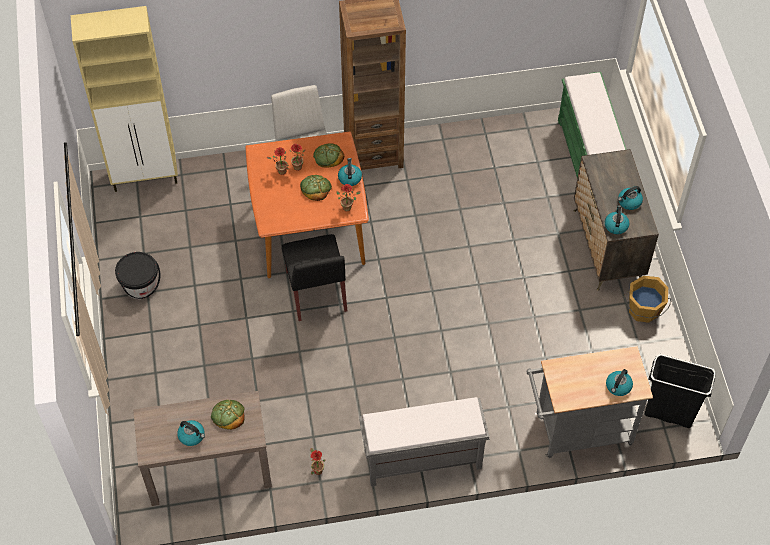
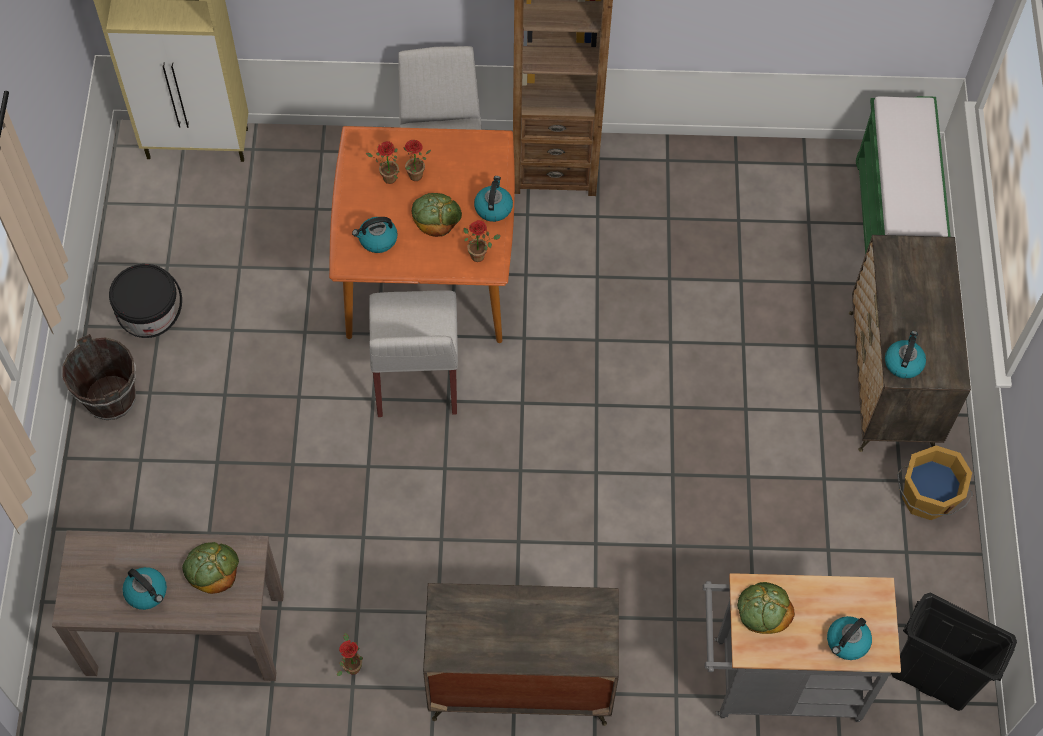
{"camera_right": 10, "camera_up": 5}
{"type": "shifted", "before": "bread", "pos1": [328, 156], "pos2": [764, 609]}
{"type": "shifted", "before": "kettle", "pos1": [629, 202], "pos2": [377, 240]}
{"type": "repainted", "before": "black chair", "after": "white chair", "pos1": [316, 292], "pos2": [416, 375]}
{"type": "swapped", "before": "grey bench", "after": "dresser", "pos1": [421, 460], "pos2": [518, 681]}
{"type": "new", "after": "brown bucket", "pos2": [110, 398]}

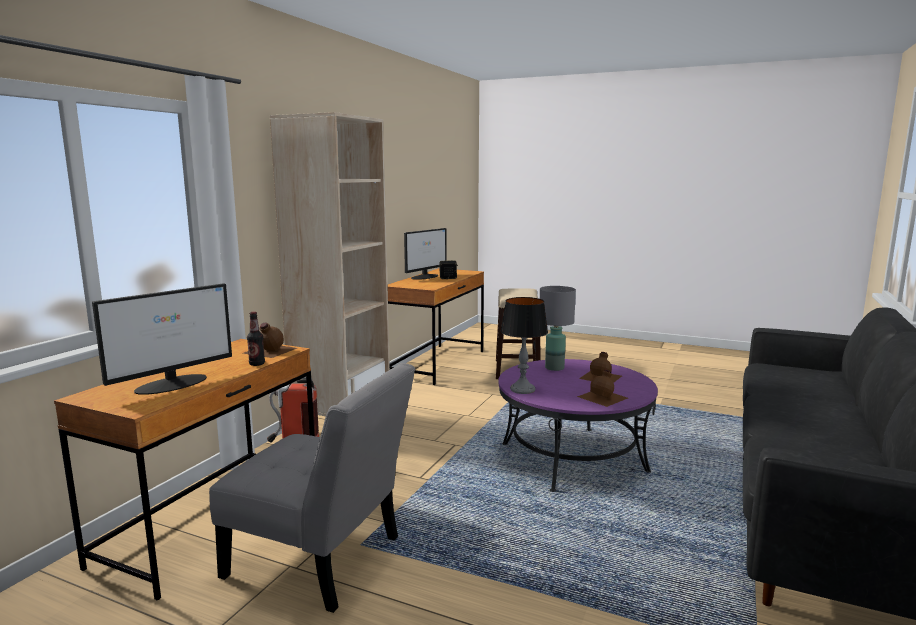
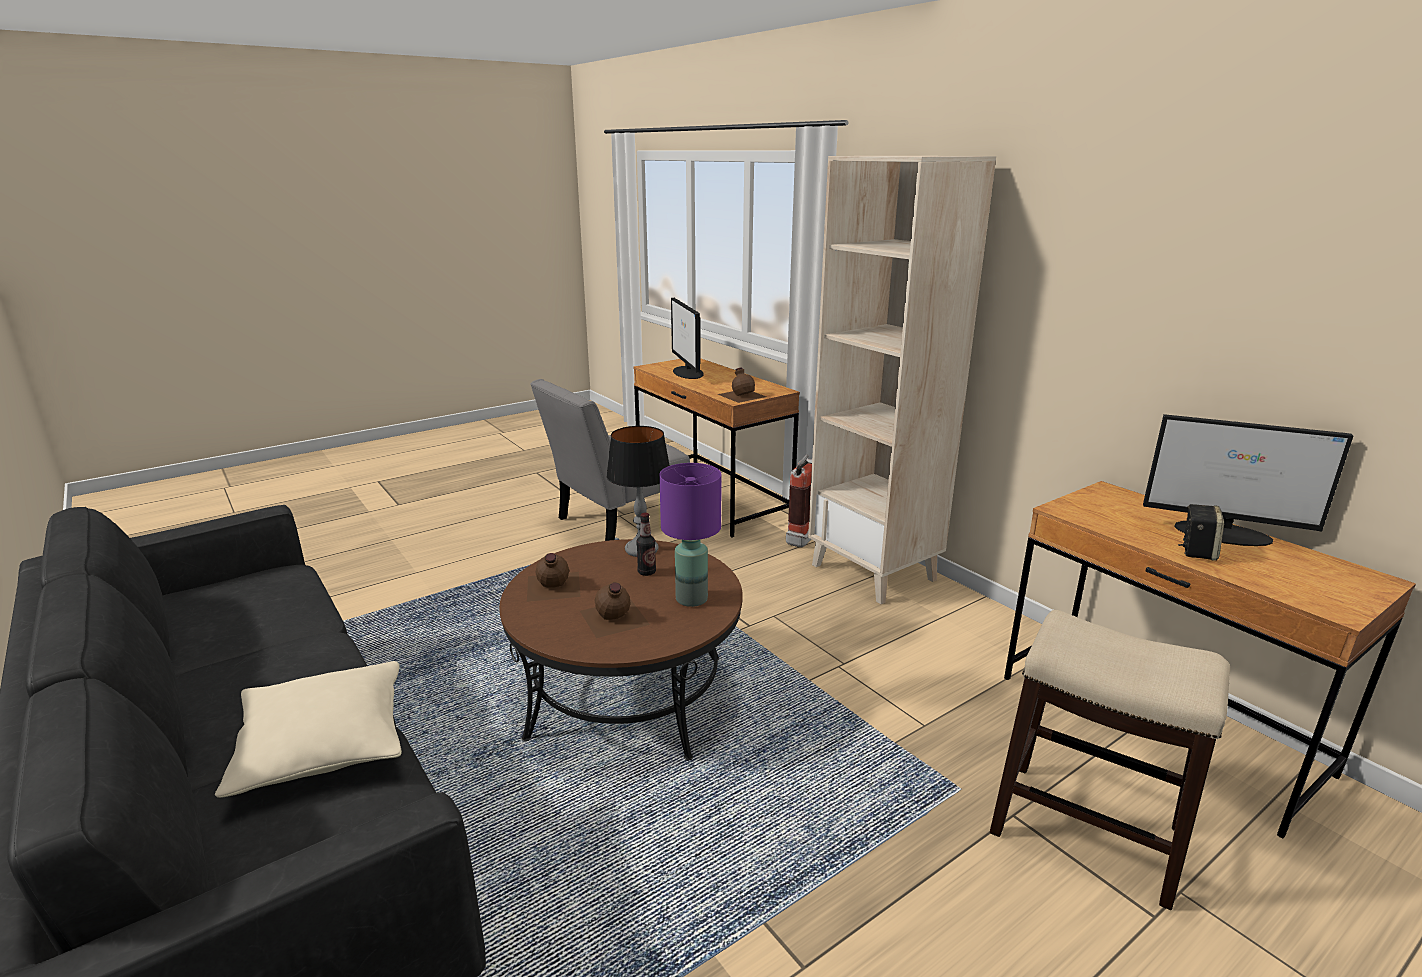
{"camera_right": 120, "camera_up": 10}
{"type": "rotated", "before": "monitor", "pos1": [425, 277], "pos2": [1224, 533], "turn": -45}
{"type": "repainted", "before": "grey table lamp", "after": "purple table lamp", "pos1": [554, 368], "pos2": [691, 598]}
{"type": "shifted", "before": "bottle", "pos1": [257, 364], "pos2": [646, 572]}
{"type": "repainted", "before": "purple coffee table", "after": "brown coffee table", "pos1": [573, 457], "pos2": [627, 696]}
{"type": "new", "after": "beige pillow", "pos2": [323, 745]}

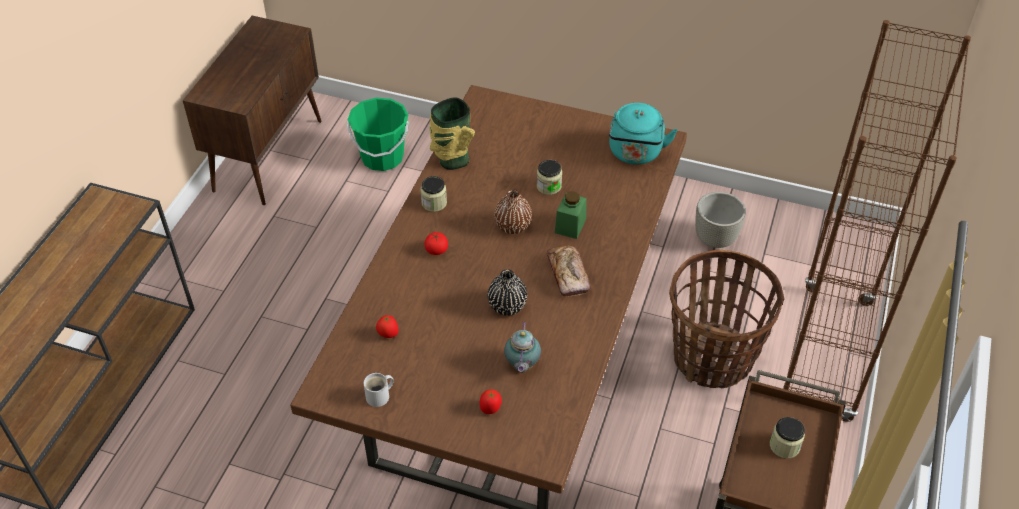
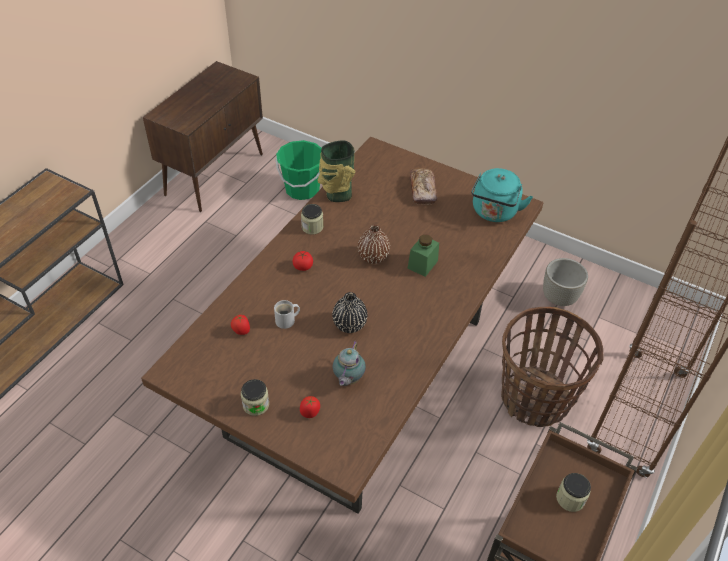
{"camera_right": 10, "camera_up": 0}
{"type": "shifted", "before": "jar", "pos1": [549, 186], "pos2": [256, 405]}
{"type": "shifted", "before": "bread", "pos1": [568, 275], "pos2": [422, 190]}
{"type": "shifted", "before": "white mug", "pos1": [380, 396], "pos2": [287, 321]}

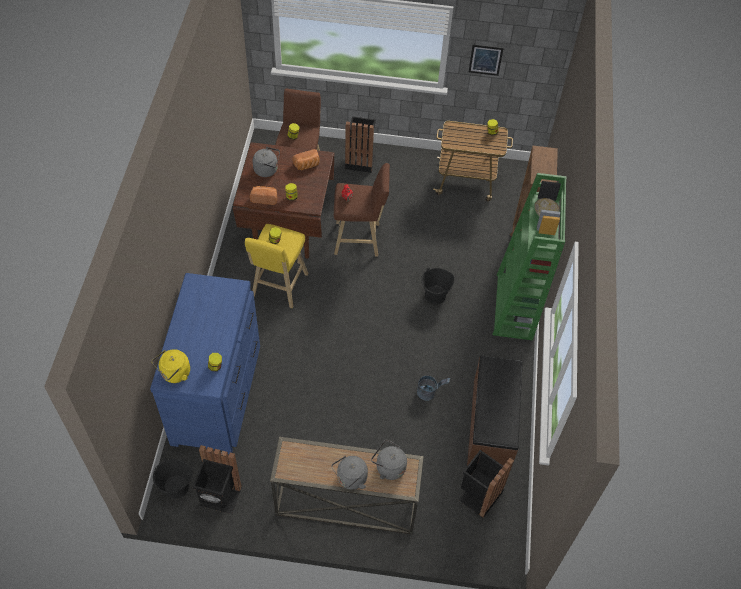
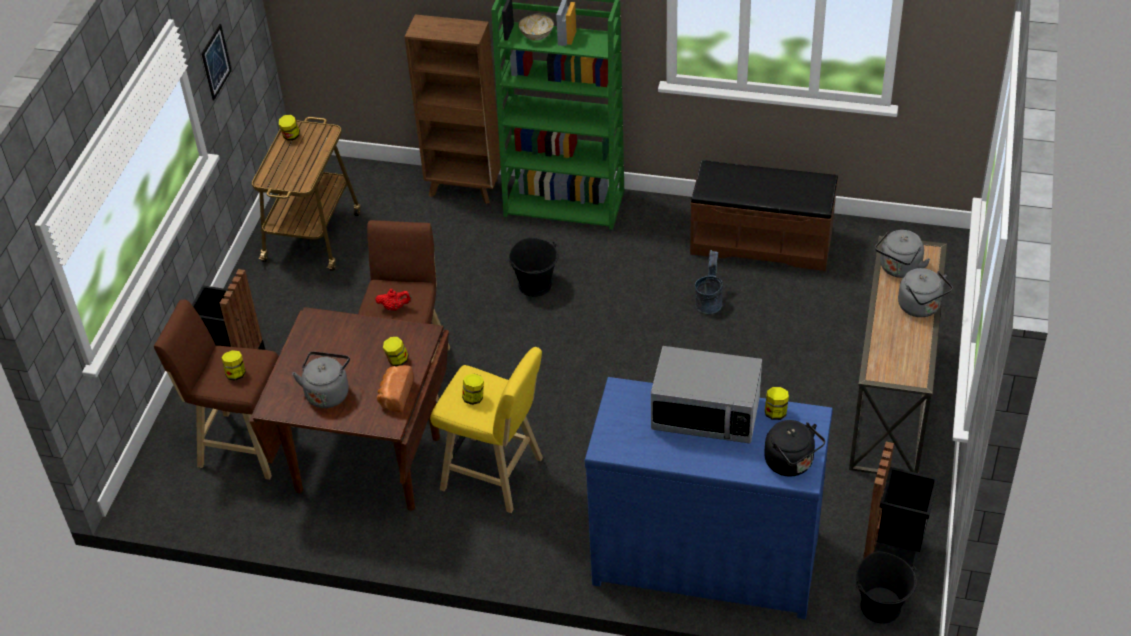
{"camera_right": -80, "camera_up": -10}
{"type": "gone", "before": "bread", "pos1": [307, 165]}
{"type": "repainted", "before": "yellow kettle", "after": "black kettle", "pos1": [174, 374], "pos2": [791, 463]}
{"type": "gone", "before": "black trash can", "pos1": [478, 495]}
{"type": "new", "after": "microwave", "pos2": [706, 414]}

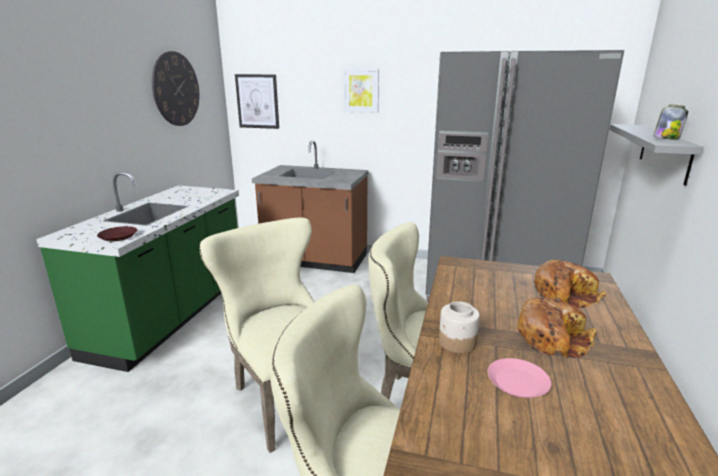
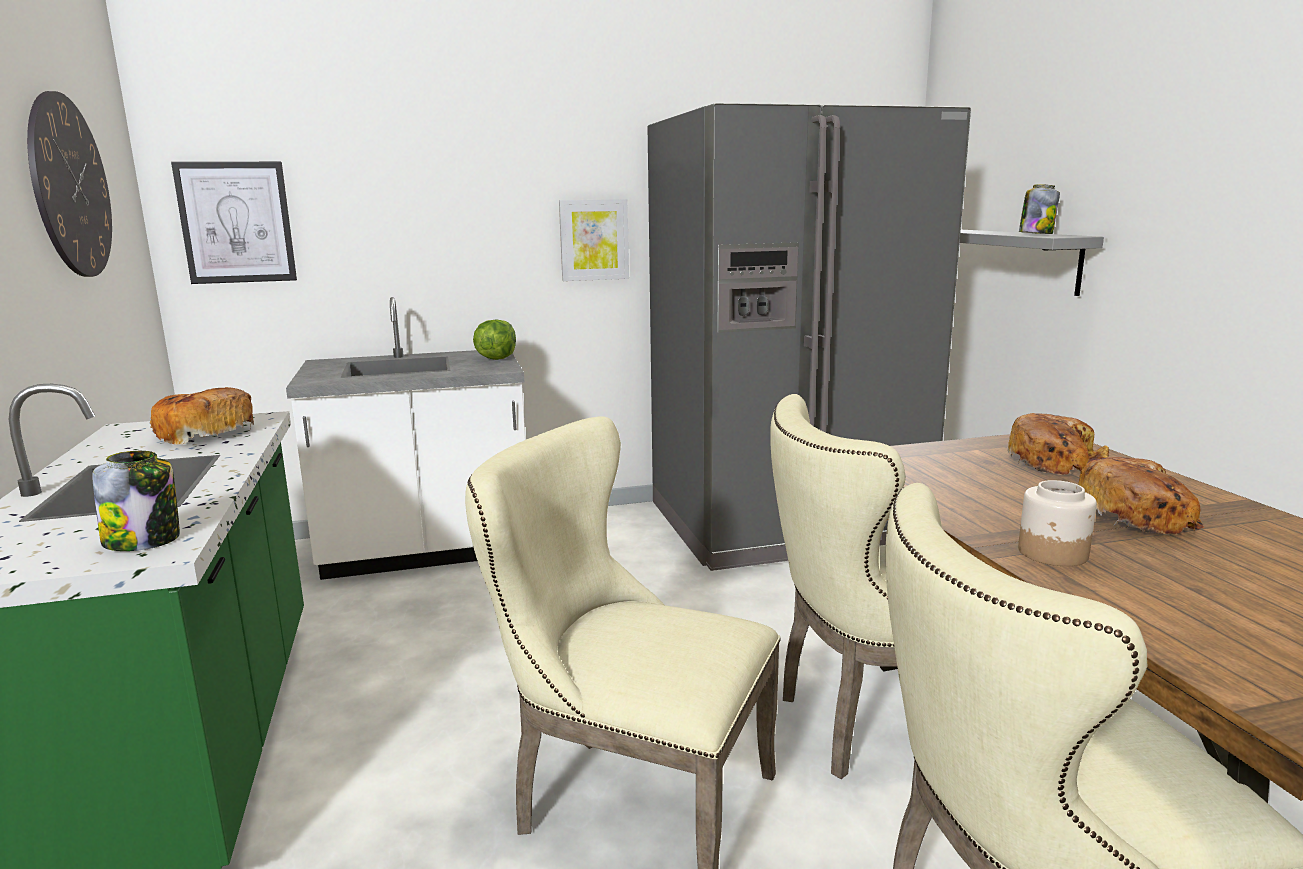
{"camera_right": -30, "camera_up": -5}
{"type": "shifted", "before": "picture", "pos1": [361, 90], "pos2": [594, 240]}
{"type": "repainted", "before": "brown counter", "after": "white counter", "pos1": [315, 260], "pos2": [427, 551]}
{"type": "swapped", "before": "brown plate", "after": "jar", "pos1": [118, 236], "pos2": [144, 540]}
{"type": "gone", "before": "pink plate", "pos1": [518, 382]}
{"type": "new", "after": "lettuce", "pos2": [496, 358]}
{"type": "new", "after": "bread", "pos2": [204, 433]}

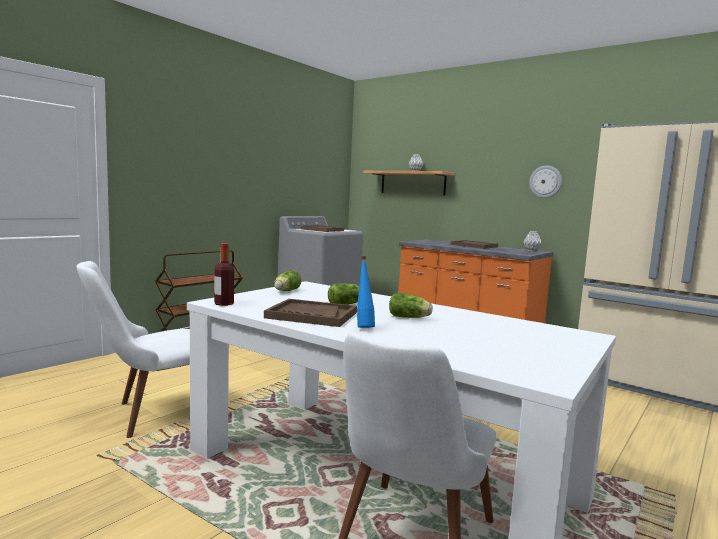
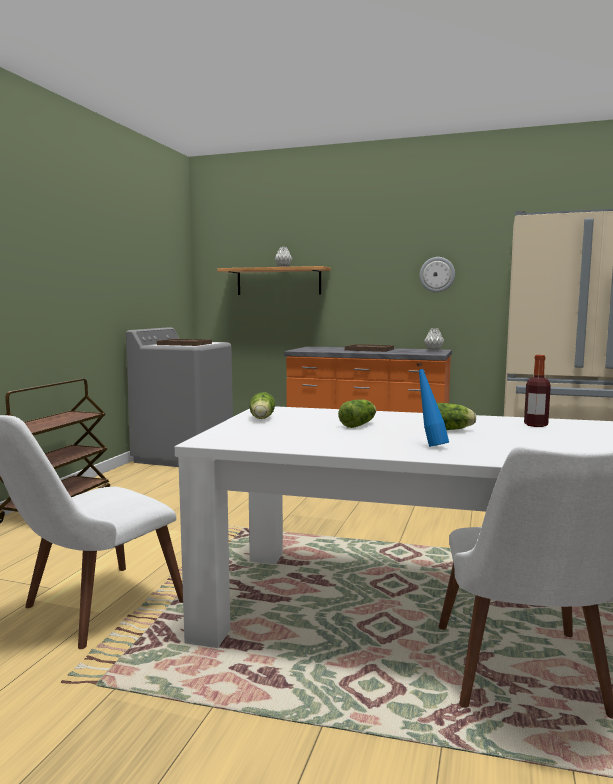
{"camera_right": -20, "camera_up": 0}
{"type": "shifted", "before": "bottle", "pos1": [224, 304], "pos2": [535, 425]}
{"type": "gone", "before": "brown tray", "pos1": [311, 315]}

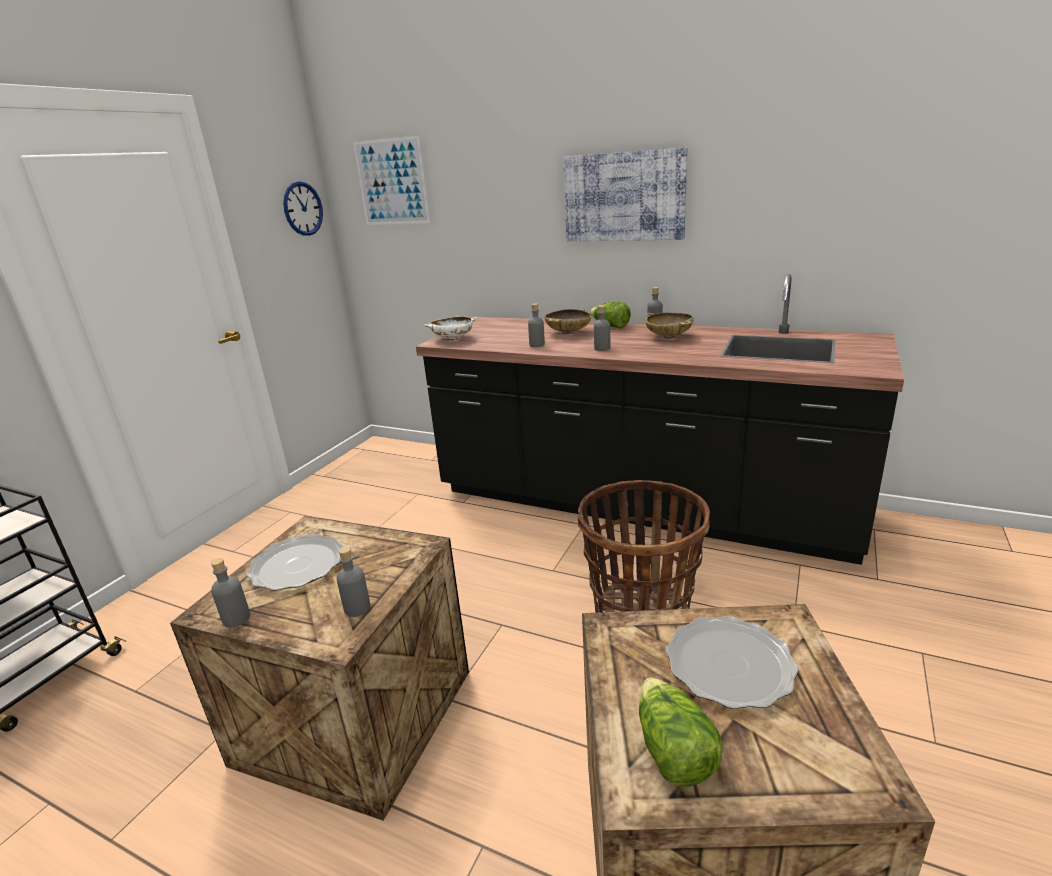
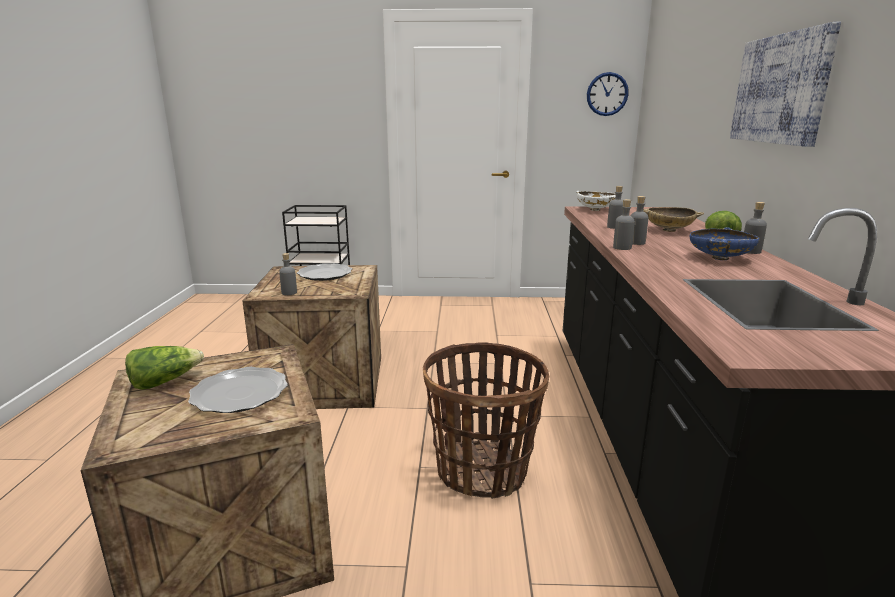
{"camera_right": 65, "camera_up": -5}
{"type": "gone", "before": "picture", "pos1": [392, 182]}
{"type": "repainted", "before": "beige bowl", "after": "blue bowl", "pos1": [668, 337], "pos2": [719, 258]}
{"type": "shifted", "before": "grey bottle", "pos1": [236, 618], "pos2": [622, 248]}

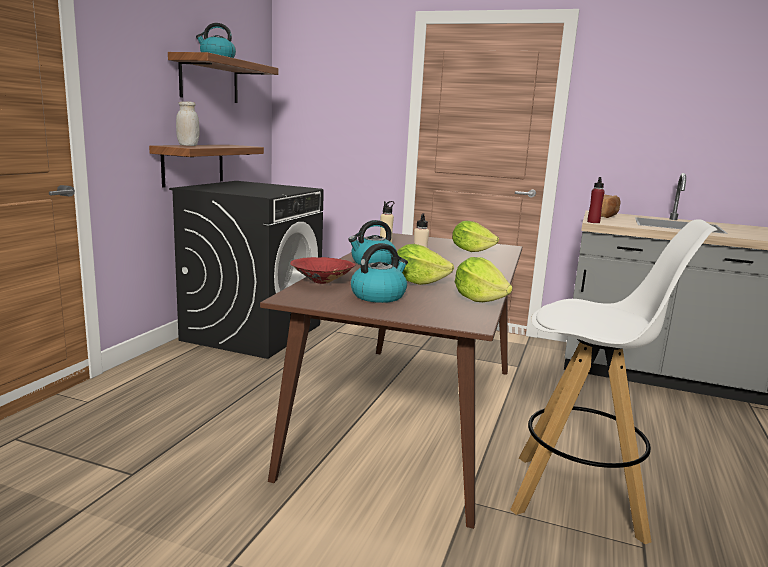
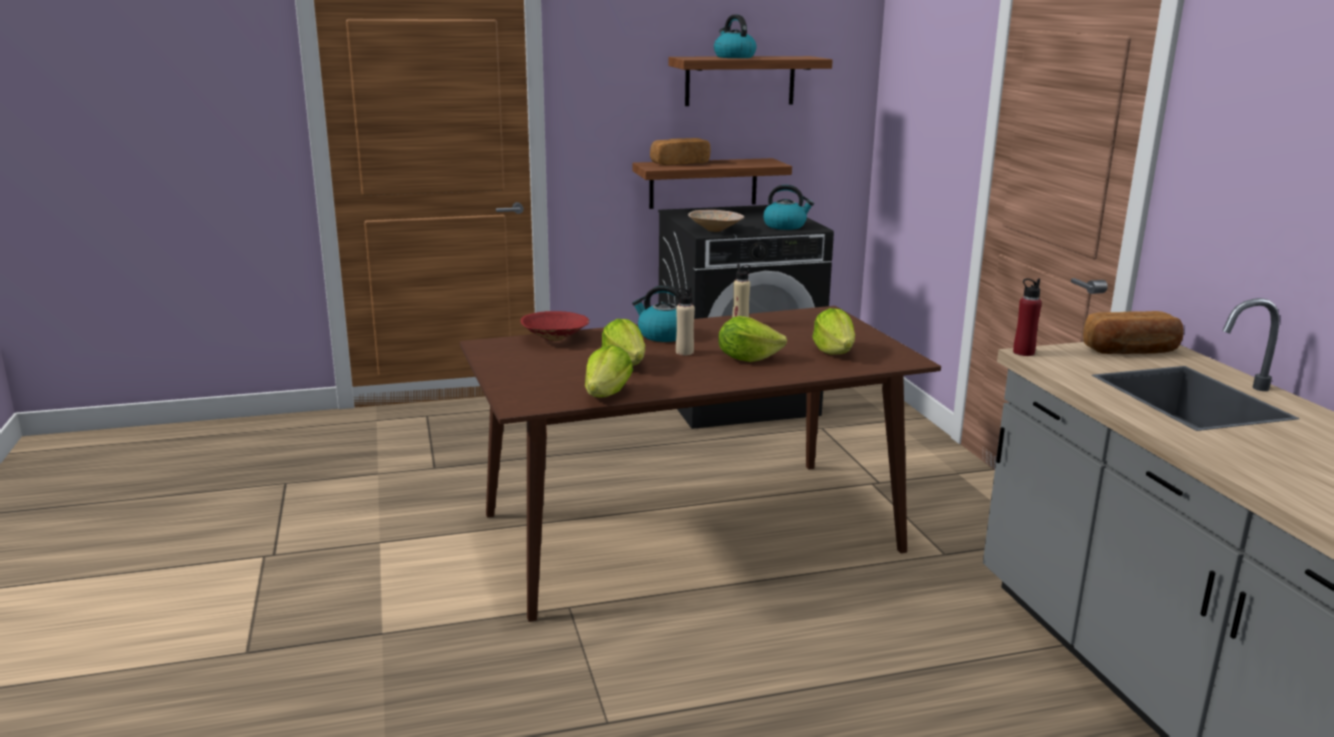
{"camera_right": 55, "camera_up": 5}
{"type": "swapped", "before": "white jar", "after": "bread", "pos1": [188, 145], "pos2": [679, 163]}
{"type": "gone", "before": "white stool", "pos1": [580, 496]}
{"type": "shifted", "before": "kettle", "pos1": [379, 296], "pos2": [785, 226]}
{"type": "new", "after": "beige bowl", "pos2": [716, 230]}
{"type": "new", "after": "lettuce", "pos2": [747, 359]}

